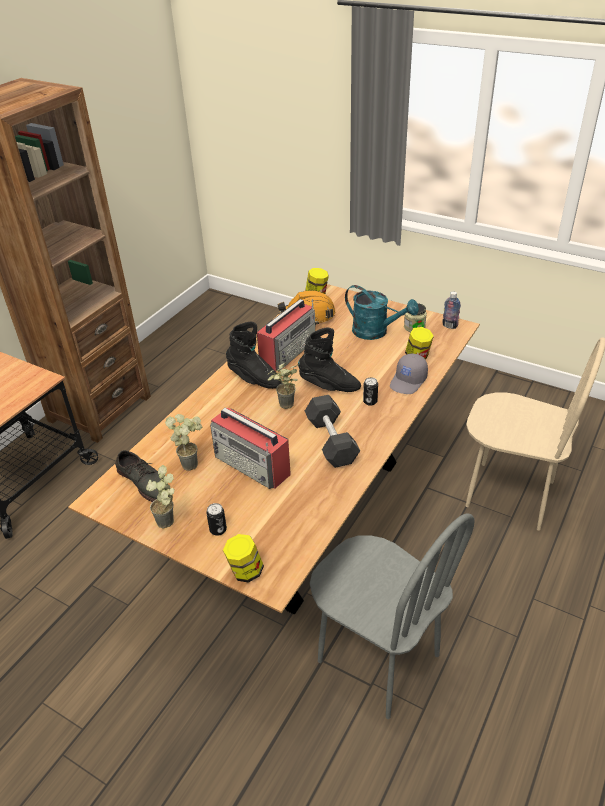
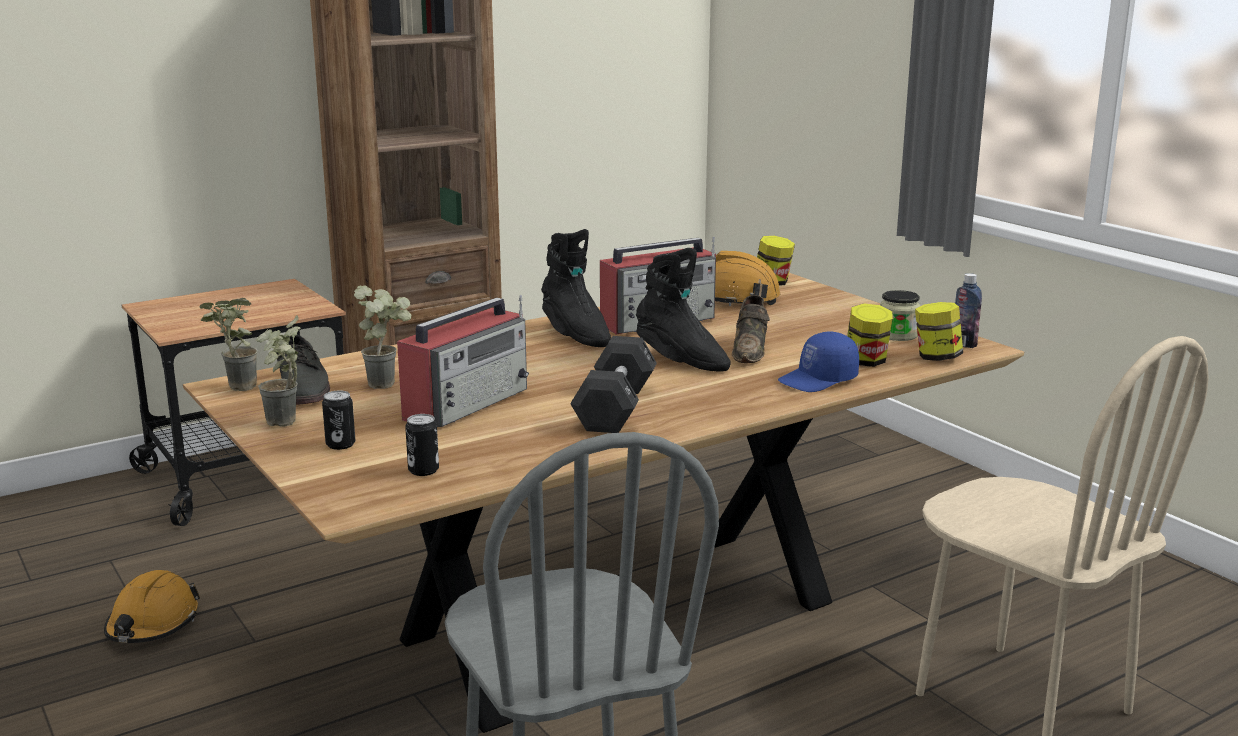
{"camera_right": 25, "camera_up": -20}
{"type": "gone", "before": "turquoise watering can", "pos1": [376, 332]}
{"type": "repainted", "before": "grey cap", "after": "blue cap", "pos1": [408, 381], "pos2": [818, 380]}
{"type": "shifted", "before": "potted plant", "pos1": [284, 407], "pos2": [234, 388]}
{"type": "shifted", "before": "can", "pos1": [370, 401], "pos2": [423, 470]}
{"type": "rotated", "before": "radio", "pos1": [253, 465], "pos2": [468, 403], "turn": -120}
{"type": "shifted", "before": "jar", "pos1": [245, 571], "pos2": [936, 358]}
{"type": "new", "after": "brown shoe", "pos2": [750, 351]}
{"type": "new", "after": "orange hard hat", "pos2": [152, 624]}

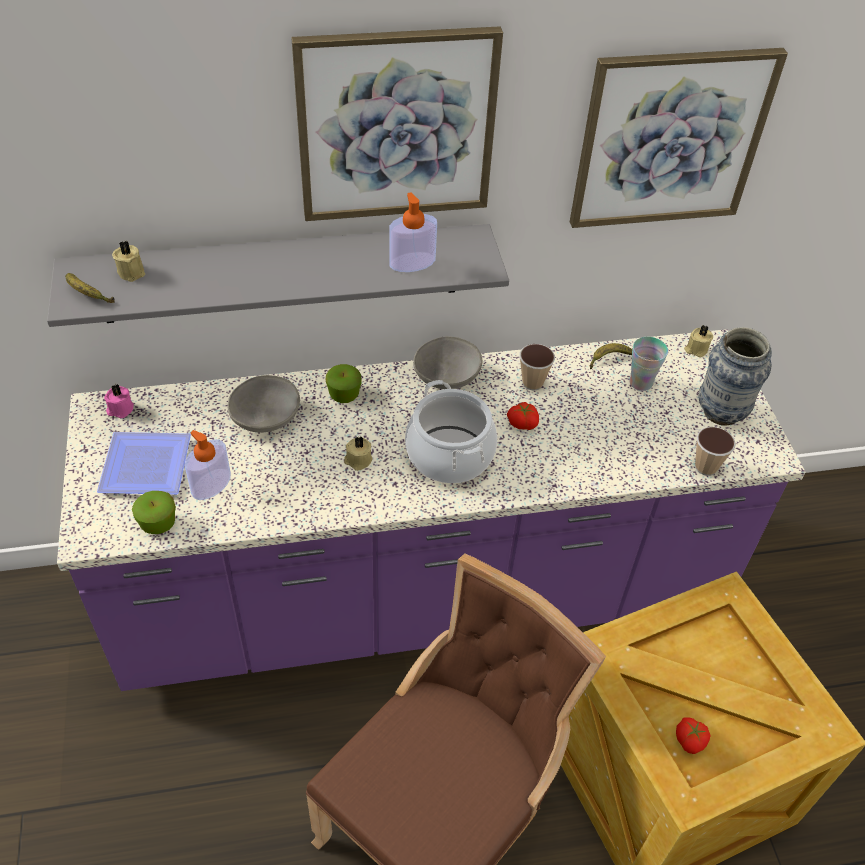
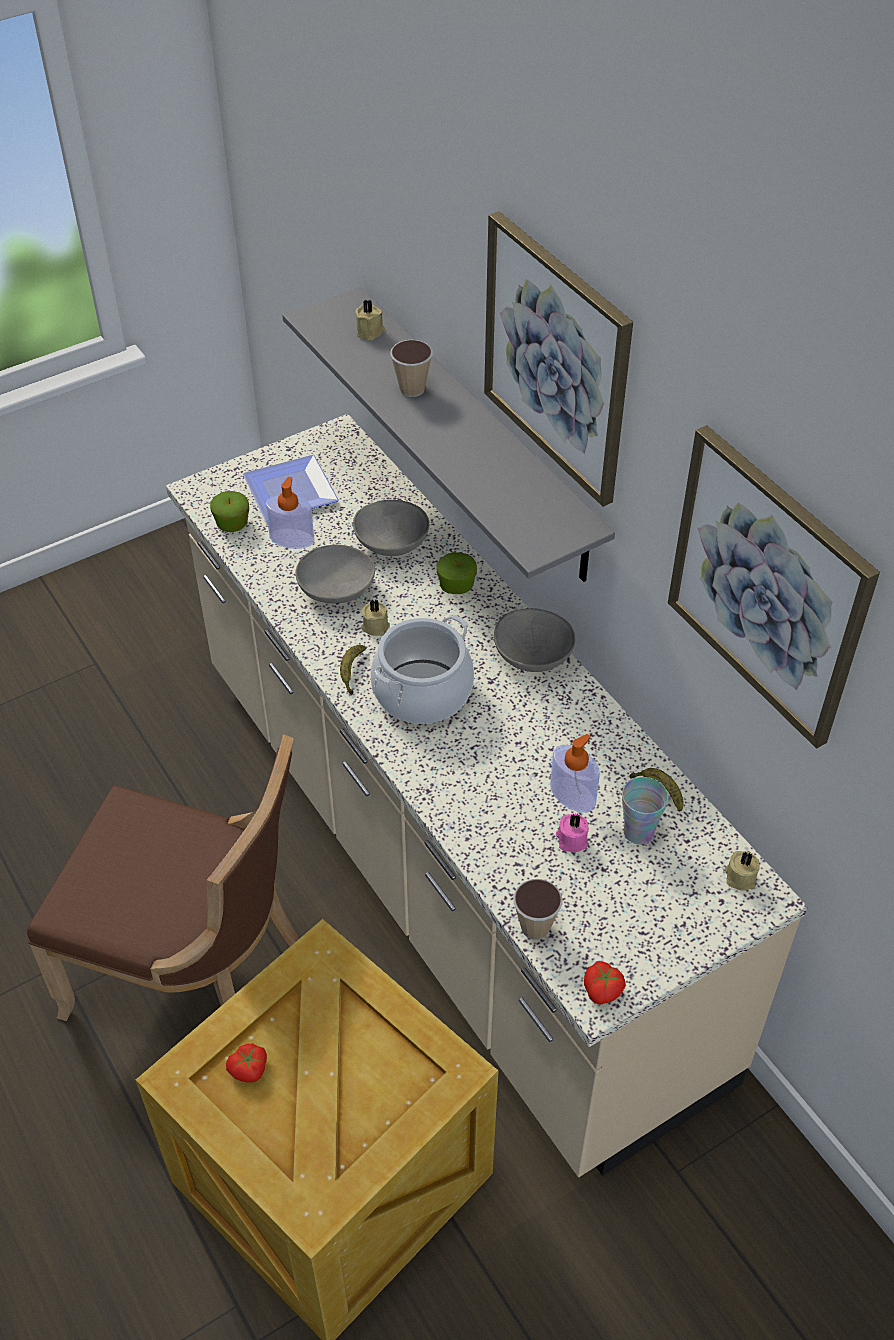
{"camera_right": 70, "camera_up": 0}
{"type": "shifted", "before": "soap dispenser", "pos1": [412, 262], "pos2": [572, 795]}
{"type": "shifted", "before": "banana", "pos1": [87, 294], "pos2": [352, 672]}
{"type": "gone", "before": "vase", "pos1": [720, 413]}
{"type": "repainted", "before": "purple counter", "after": "beige counter", "pos1": [423, 596], "pos2": [447, 865]}
{"type": "shifted", "before": "cup", "pos1": [532, 383], "pos2": [412, 389]}
{"type": "shifted", "before": "pink candle", "pos1": [120, 409], "pos2": [571, 839]}
{"type": "shifted", "before": "tomato", "pos1": [522, 422], "pos2": [603, 989]}
{"type": "new", "after": "grey bowl", "pos2": [336, 589]}

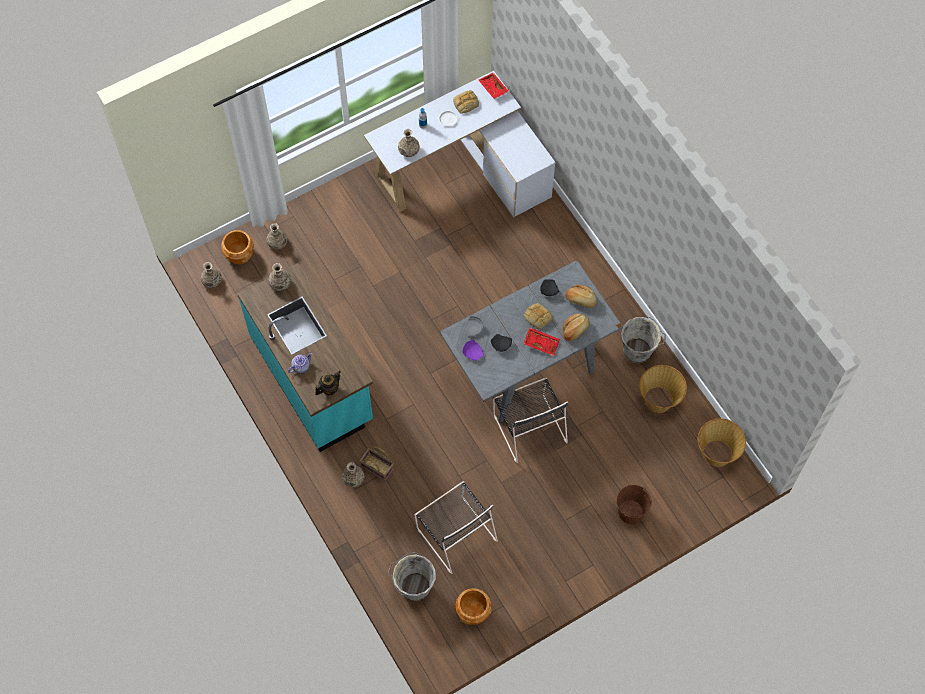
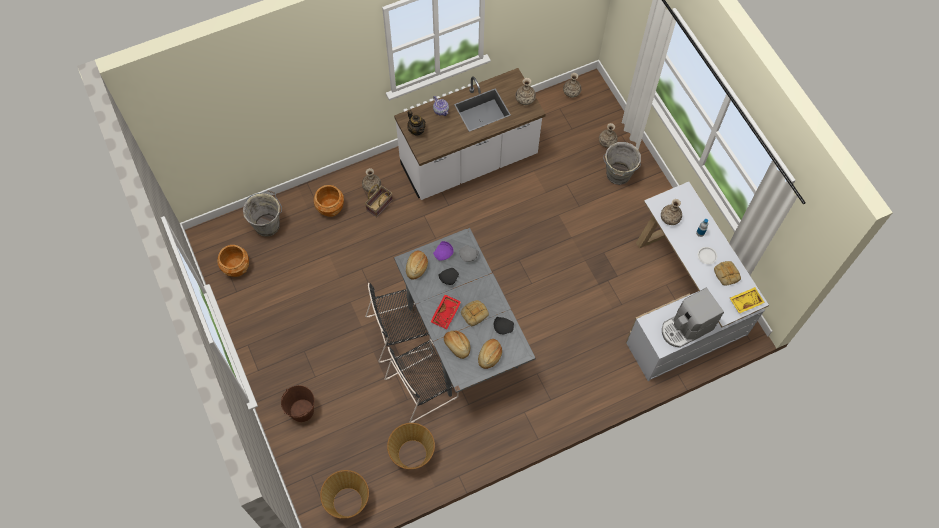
{"camera_right": 95, "camera_up": 0}
{"type": "repainted", "before": "red tray", "after": "yellow tray", "pos1": [492, 88], "pos2": [745, 301]}
{"type": "shifted", "before": "brown planter", "pos1": [239, 255], "pos2": [330, 208]}
{"type": "repainted", "before": "turquoise counter", "after": "white counter", "pos1": [313, 379], "pos2": [469, 162]}
{"type": "shifted", "before": "grey bucket", "pos1": [638, 351], "pos2": [618, 175]}
{"type": "shifted", "before": "black chair", "pos1": [455, 532], "pos2": [423, 387]}
{"type": "new", "after": "bread", "pos2": [416, 267]}
{"type": "new", "after": "coffee machine", "pos2": [686, 328]}

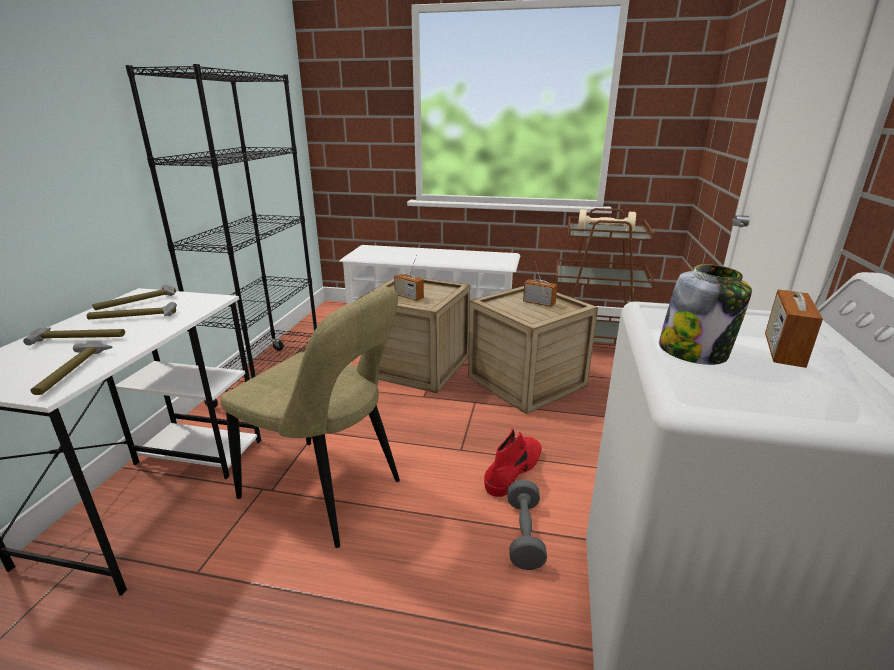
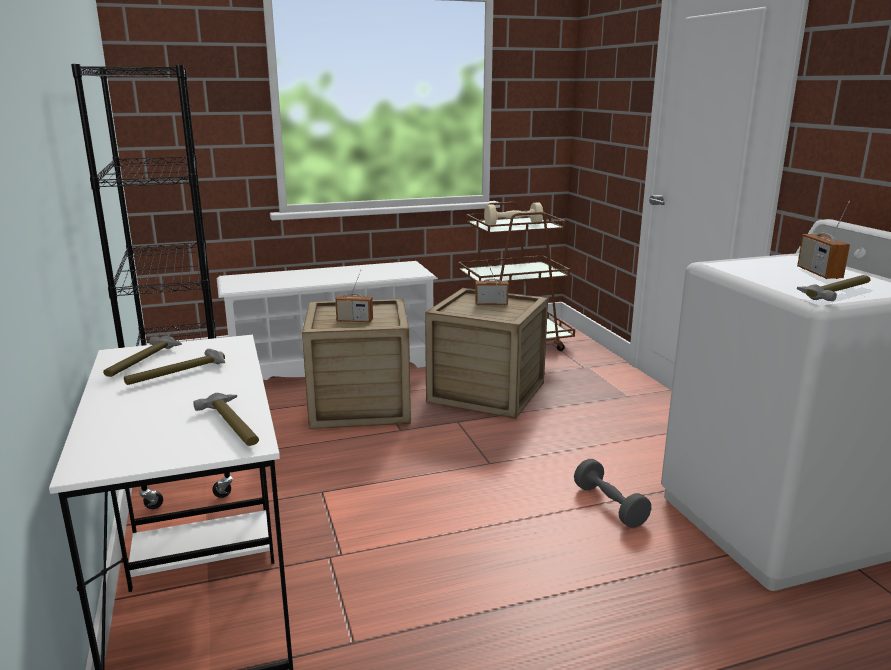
{"camera_right": -30, "camera_up": -5}
{"type": "gone", "before": "jar", "pos1": [694, 352]}
{"type": "gone", "before": "beige chair", "pos1": [327, 492]}
{"type": "shifted", "before": "hammer", "pos1": [80, 340], "pos2": [837, 293]}
{"type": "gone", "before": "red boot", "pos1": [514, 469]}

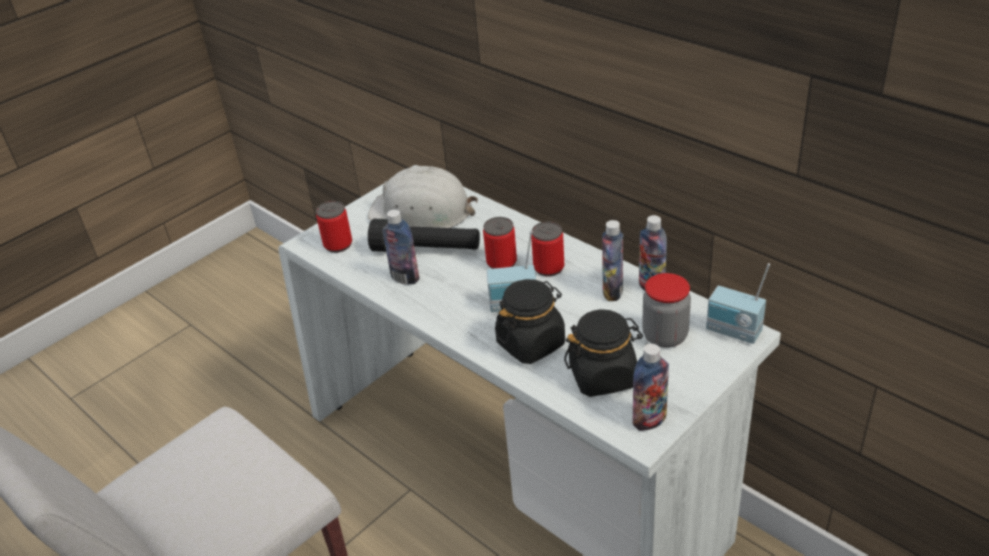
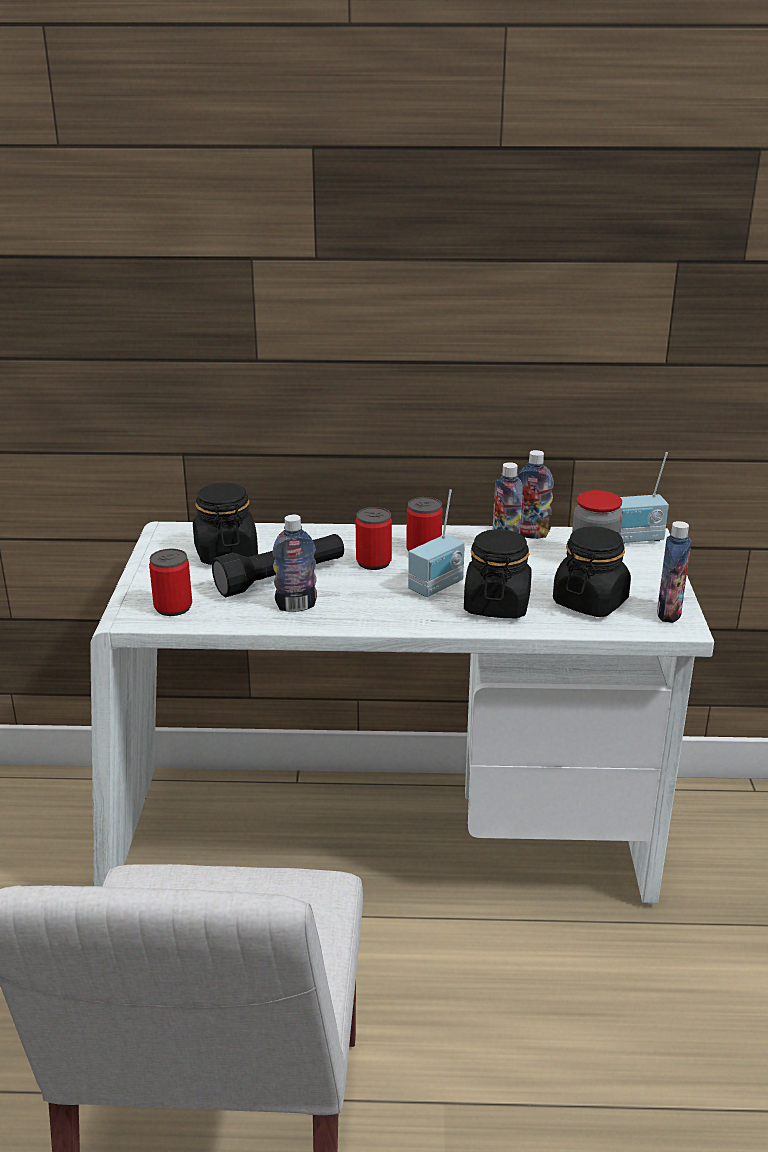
{"camera_right": -45, "camera_up": -10}
{"type": "swapped", "before": "white hard hat", "after": "black jar", "pos1": [422, 212], "pos2": [225, 553]}

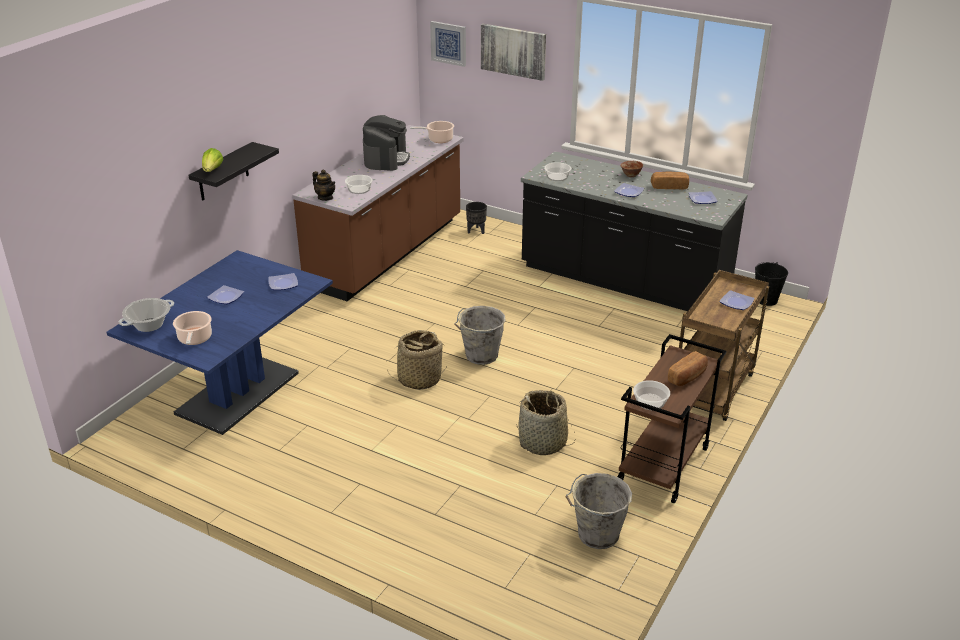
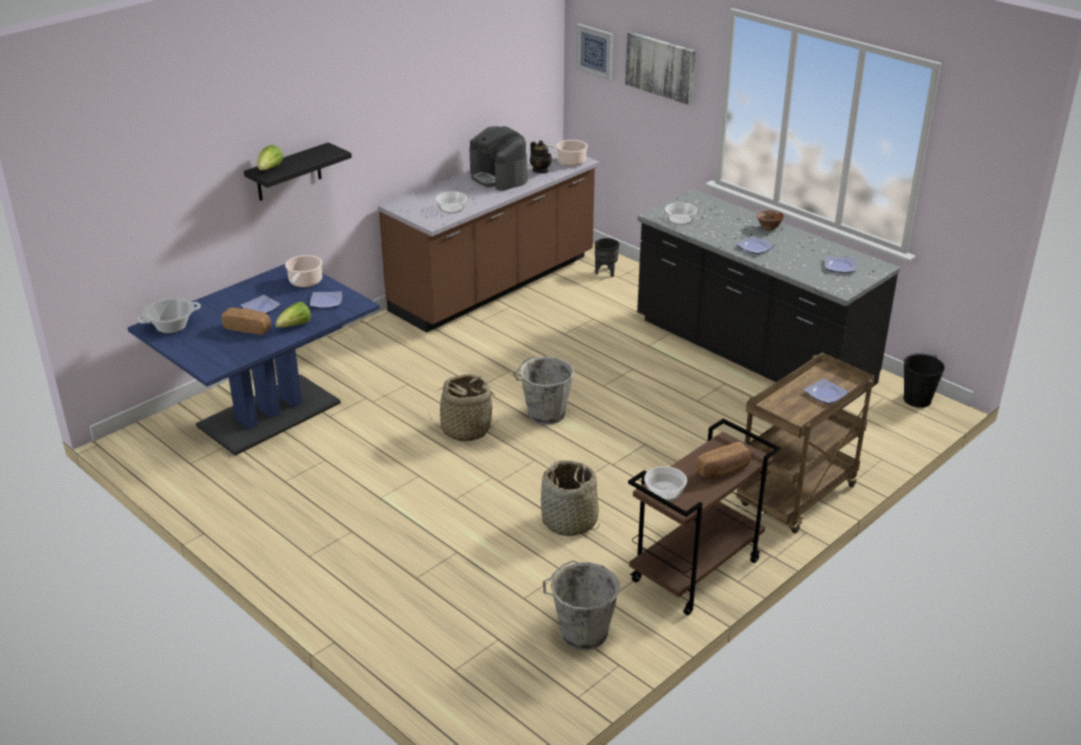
{"camera_right": 15, "camera_up": 0}
{"type": "rotated", "before": "coffee machine", "pos1": [386, 159], "pos2": [499, 177], "turn": 120}
{"type": "shifted", "before": "teapot", "pos1": [325, 197], "pos2": [540, 170]}
{"type": "shifted", "before": "bread", "pos1": [669, 186], "pos2": [248, 328]}
{"type": "shifted", "before": "cooking pot", "pos1": [194, 339], "pos2": [305, 282]}
{"type": "new", "after": "lettuce", "pos2": [295, 326]}

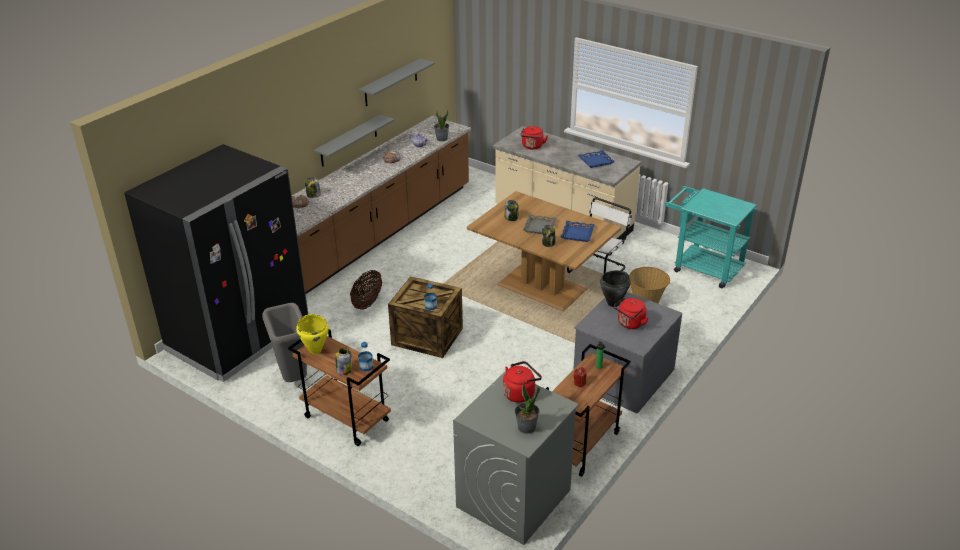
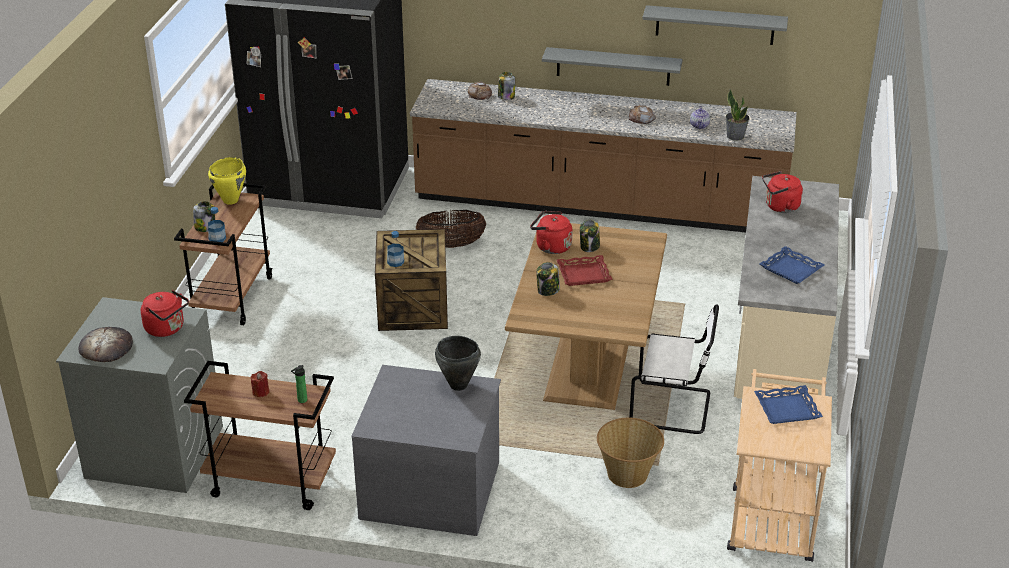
{"camera_right": 65, "camera_up": 0}
{"type": "repainted", "before": "turquoise cart", "after": "beige cart", "pos1": [702, 267], "pos2": [772, 516]}
{"type": "repainted", "before": "grey tray", "after": "red tray", "pos1": [540, 227], "pos2": [583, 275]}
{"type": "shifted", "before": "blue tray", "pos1": [577, 234], "pos2": [787, 409]}
{"type": "shifted", "before": "red kettle", "pos1": [630, 324], "pos2": [551, 246]}
{"type": "gone", "before": "grey trash can", "pos1": [293, 378]}
{"type": "swapped", "before": "potted plant", "after": "bread", "pos1": [526, 427], "pos2": [106, 347]}

